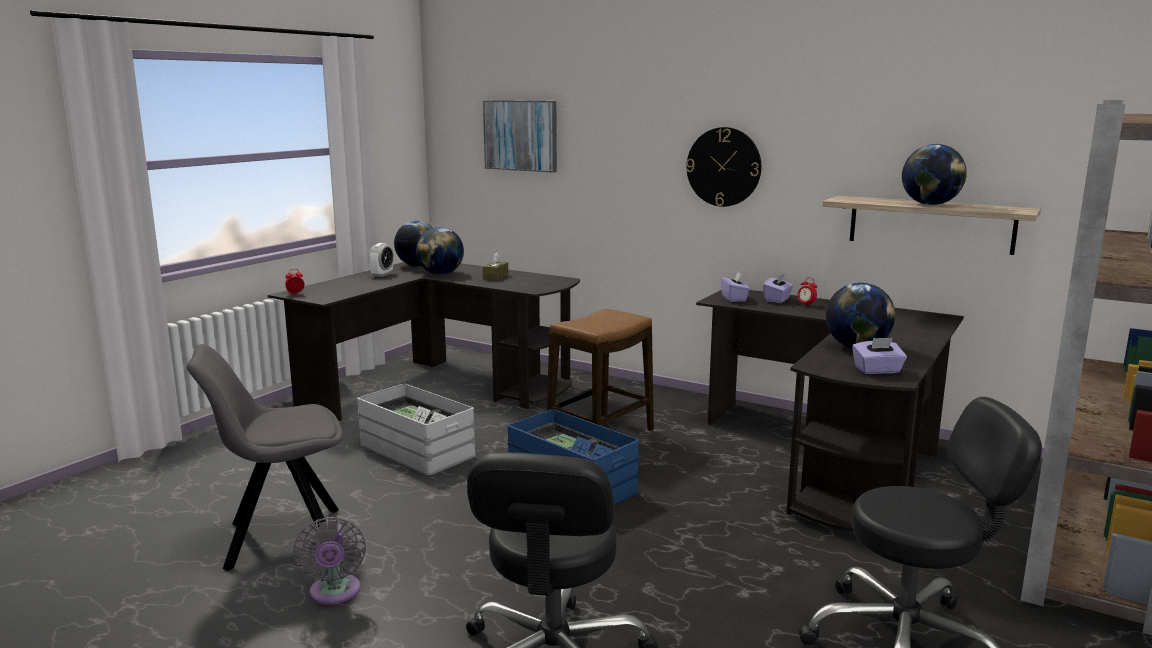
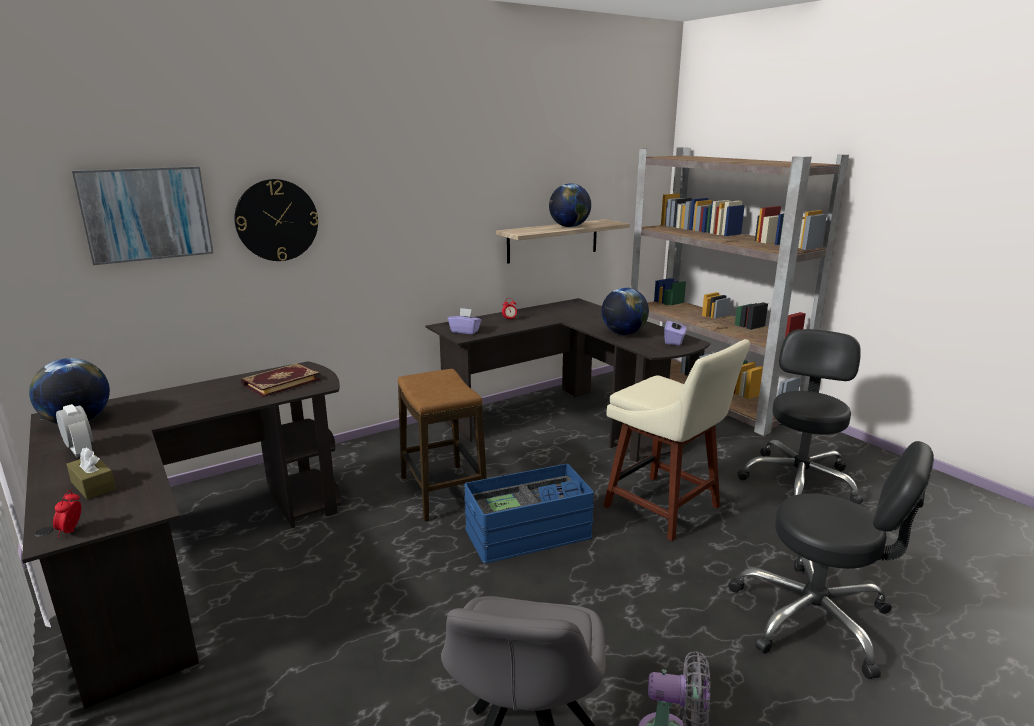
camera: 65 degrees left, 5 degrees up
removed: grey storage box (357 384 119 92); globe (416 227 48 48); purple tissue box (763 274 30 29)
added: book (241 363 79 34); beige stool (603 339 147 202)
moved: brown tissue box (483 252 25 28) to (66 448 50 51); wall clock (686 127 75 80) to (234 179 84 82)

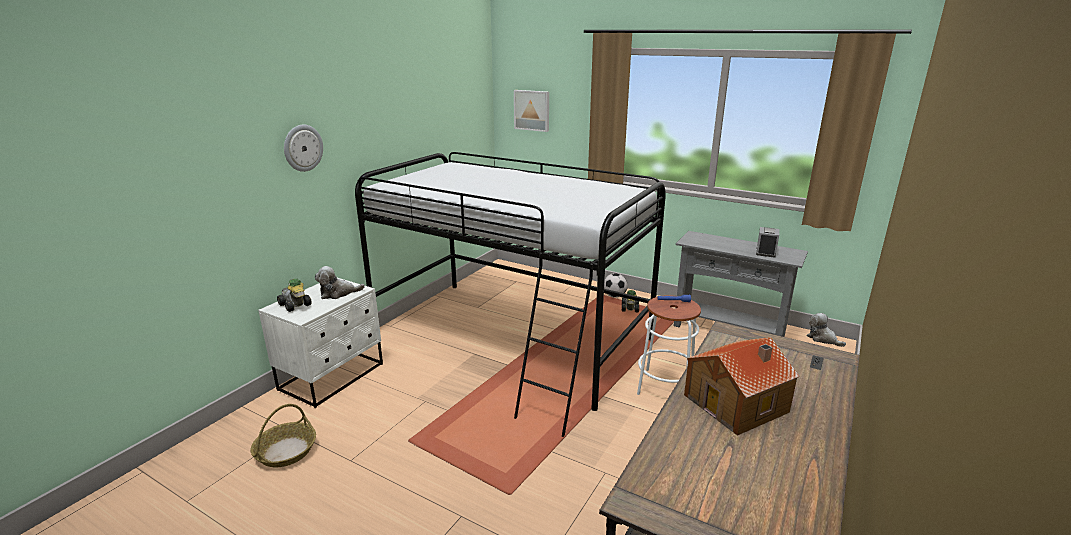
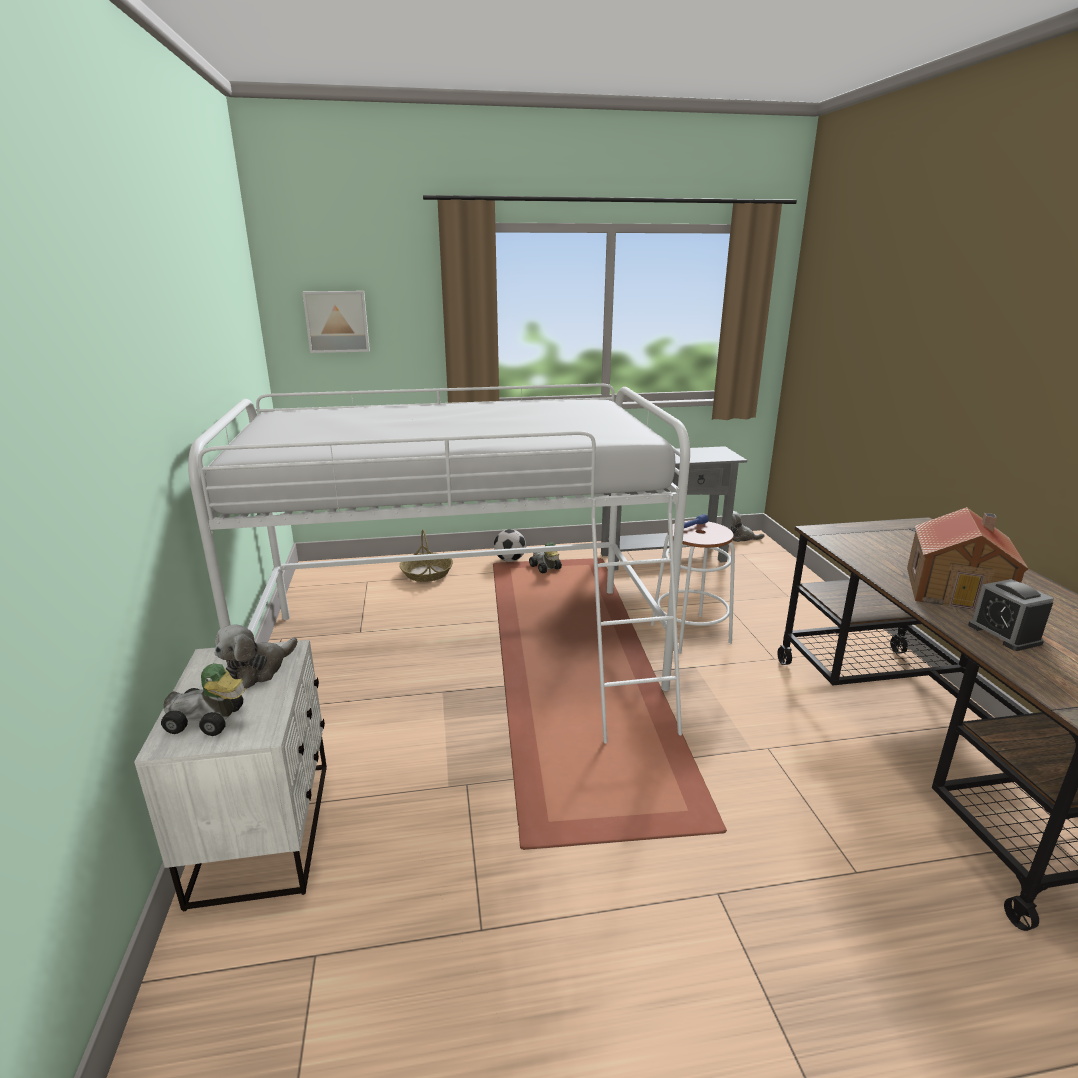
camera: 40 degrees left, 0 degrees up
removed: wall clock (284 125 39 47)
moved: basket (251 404 65 63) to (399 530 54 52); alarm clock (756 227 23 30) to (968 579 86 72)
recoloured: black bed (355 152 311 285) to white bed (188 384 502 360)

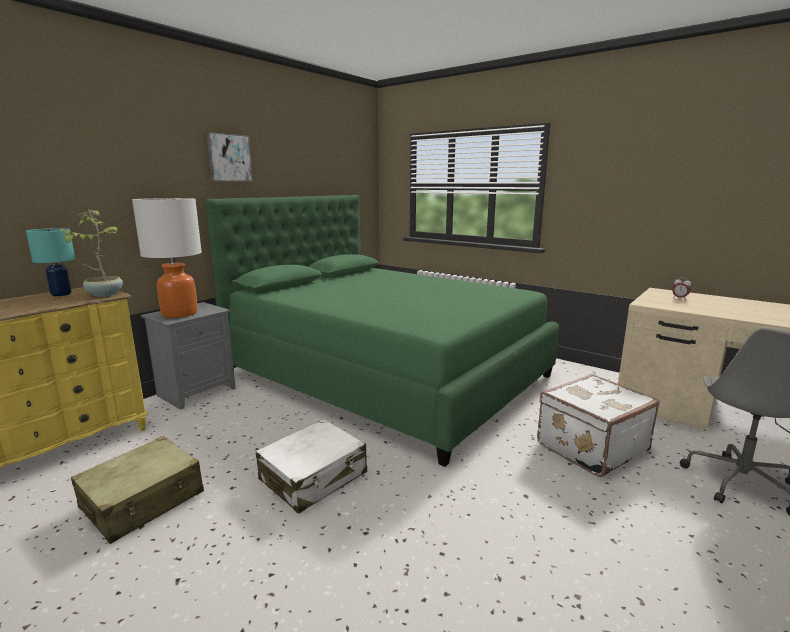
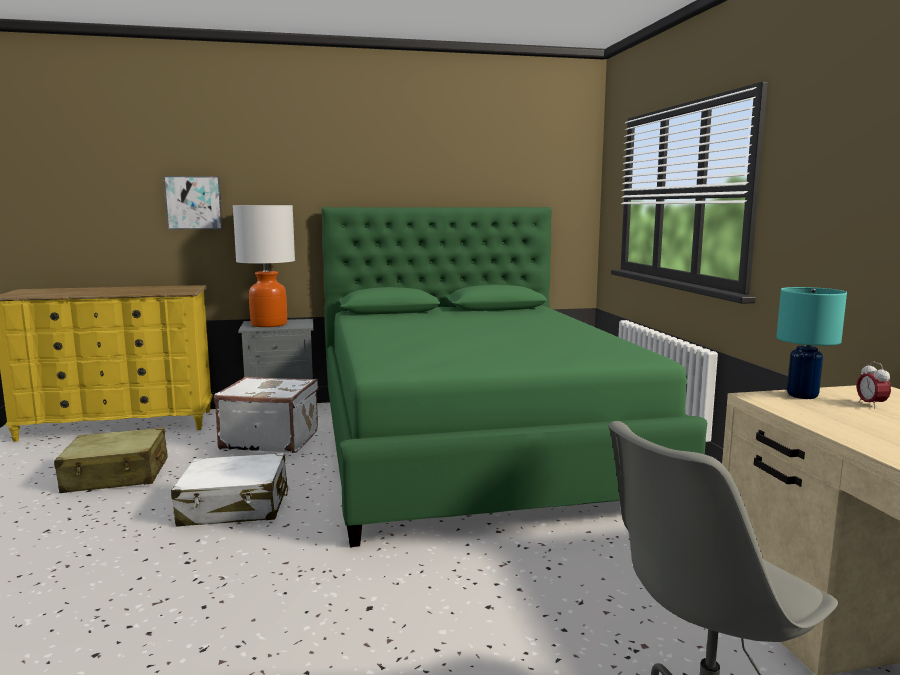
camera: 40 degrees right, 5 degrees down
removed: potted plant (58 208 65 89)
moved: turquoise table lamp (26 228 49 68) to (776 287 71 112); picture (206 132 47 49) to (163 176 60 53); white suitcase (537 374 123 103) to (214 377 104 76)

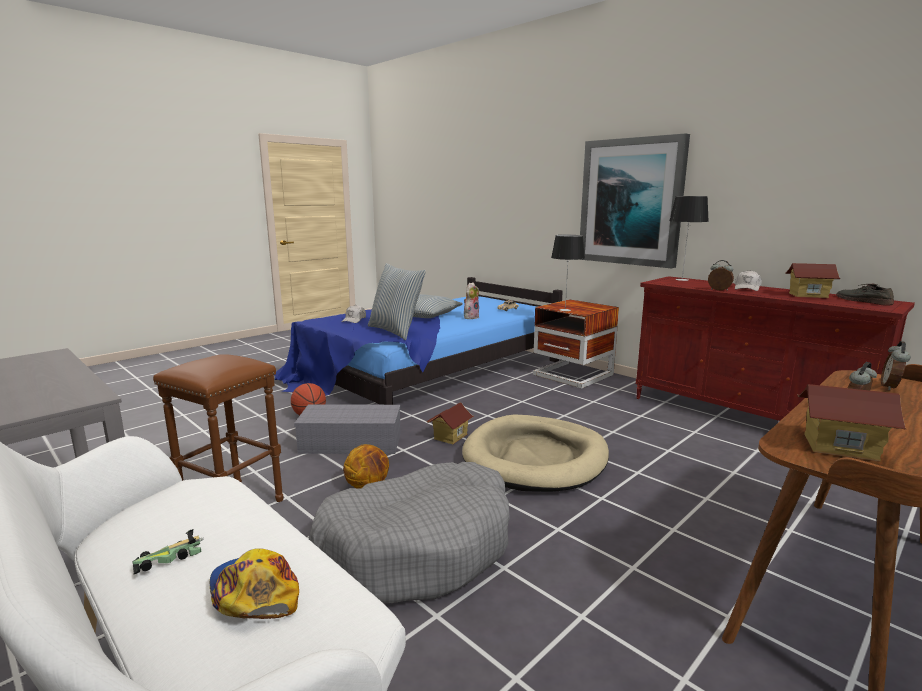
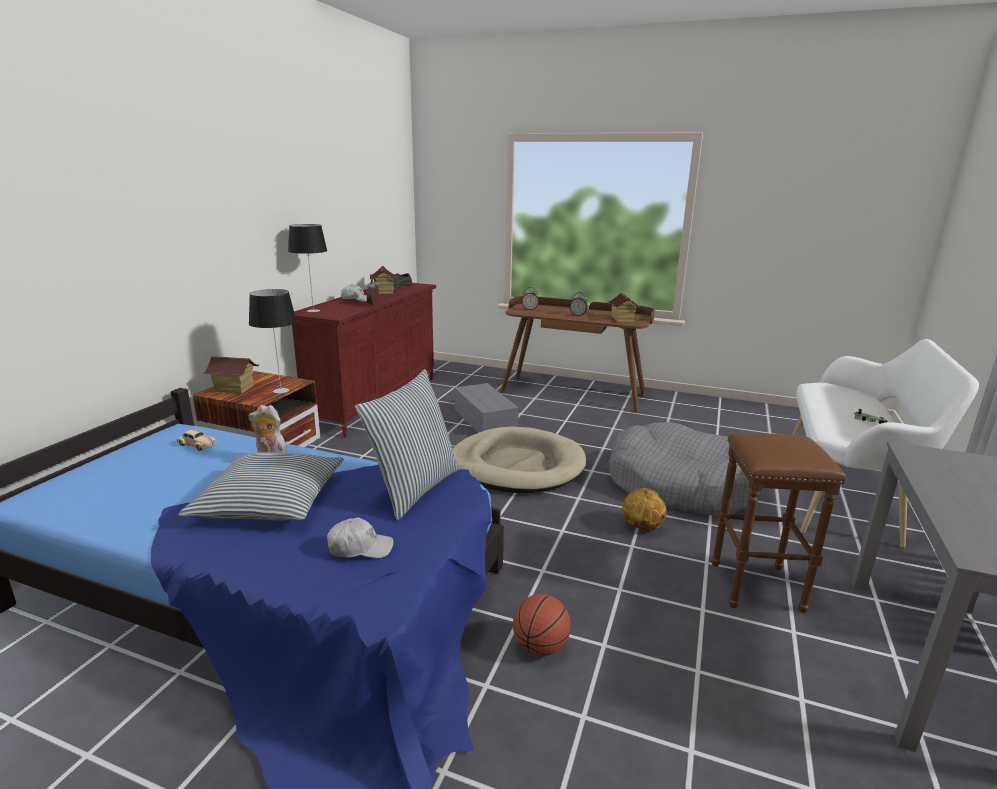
camera: 115 degrees left, 5 degrees up
removed: cap (210 548 89 71); picture (579 133 111 135)
moved: grey storage box (294 404 107 50) to (454 383 65 50); toy house (426 402 48 42) to (203 356 56 37)

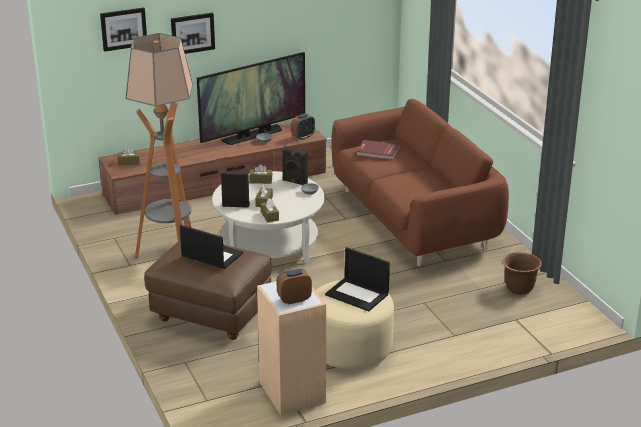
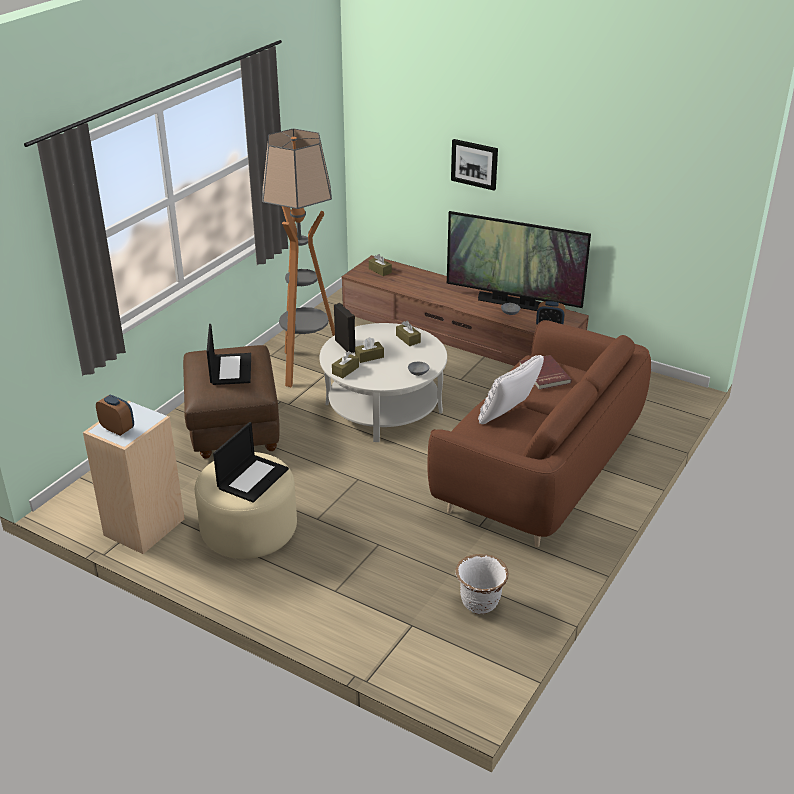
camera: 55 degrees right, 5 degrees up
removed: picture (100 8 47 44); black speaker (282 146 26 39)
added: white pillow (478 355 66 69)
recoloured: brown planter (502 252 40 43) to white planter (455 554 54 60)
turned: laptop (325 247 65 64) = (213 422 76 81) 150 degrees counterclockwise

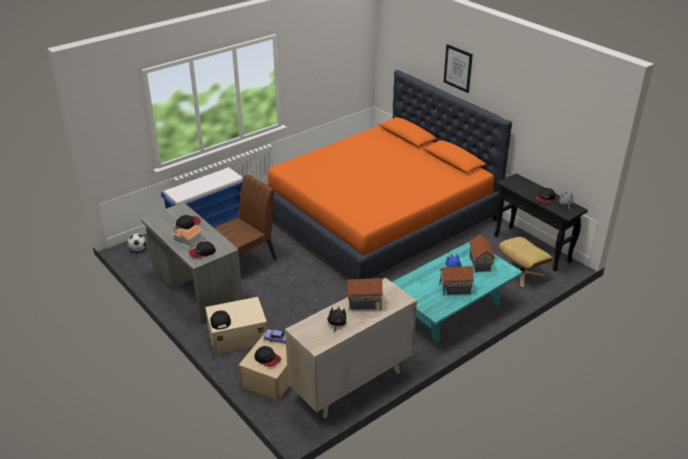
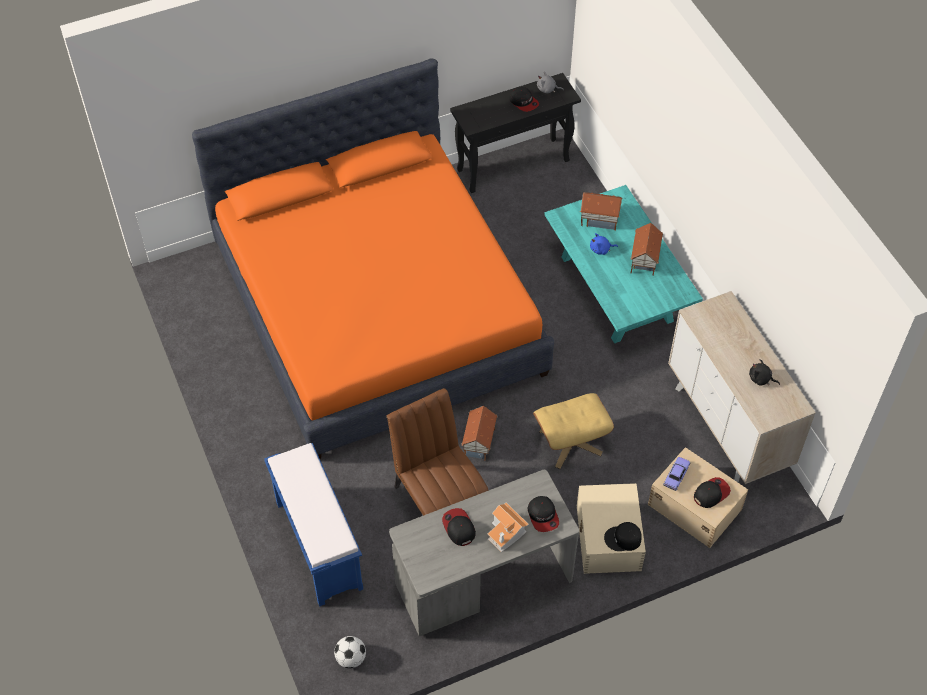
camera: 75 degrees left, 20 degrees up
removed: picture (443 44 30 49)
moved: toy house (346 278 37 32) to (461 406 37 54); beige ottoman (499 237 54 51) to (533 393 81 76)

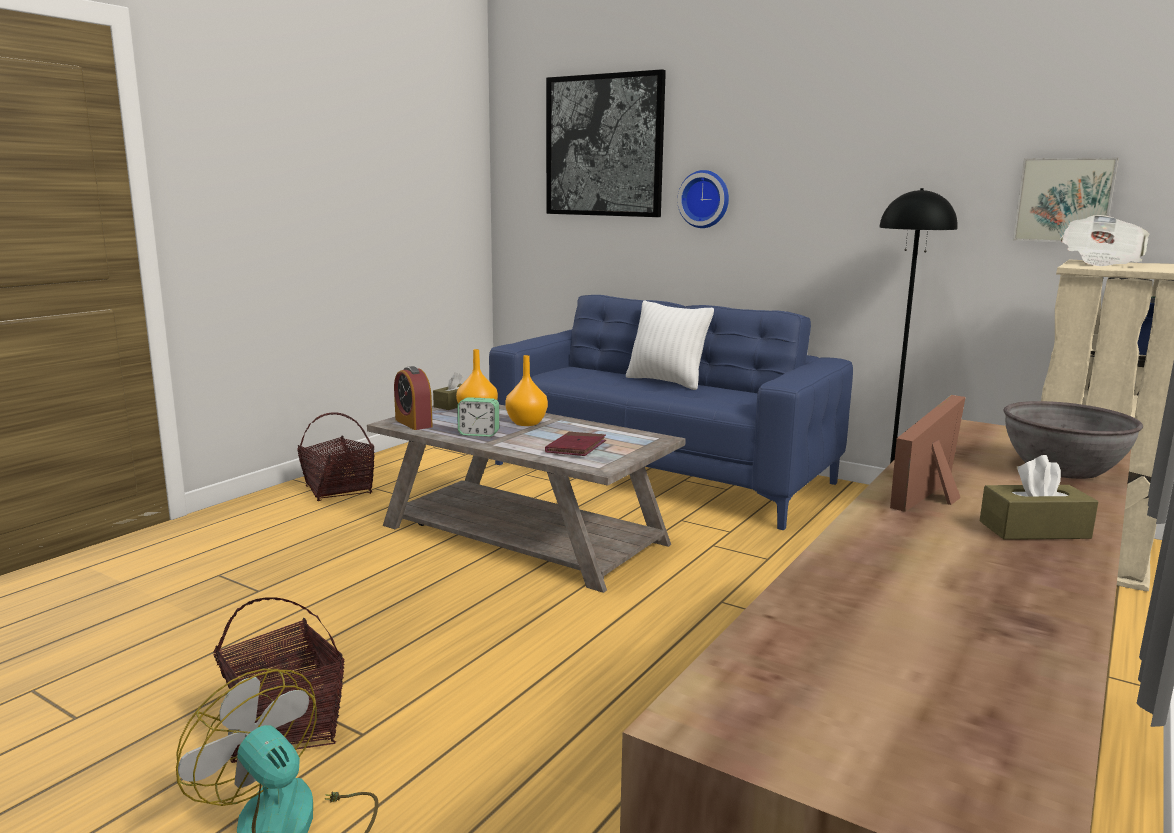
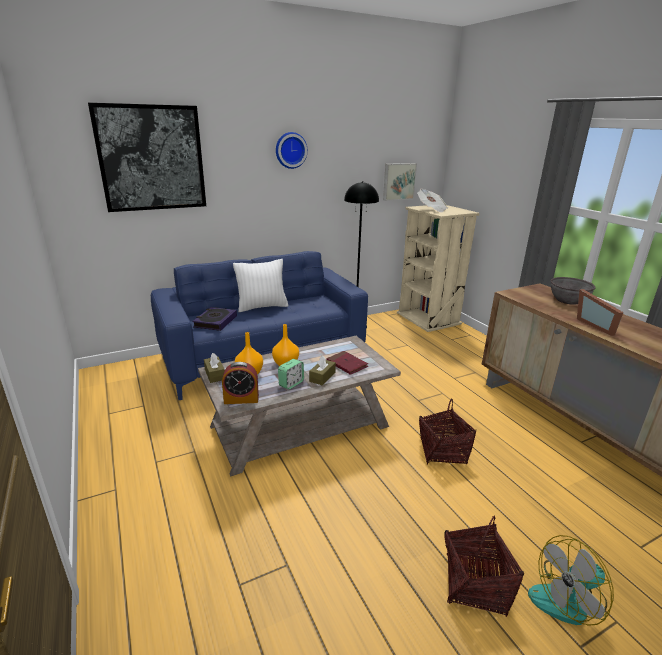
camera: 60 degrees left, 10 degrees up
added: book (193 307 44 24)
moved: basket (297 412 77 89) to (419 398 57 67); wall clock (677 170 52 58) to (276 132 32 37); brown tissue box (980 455 118 85) to (309 356 27 29)

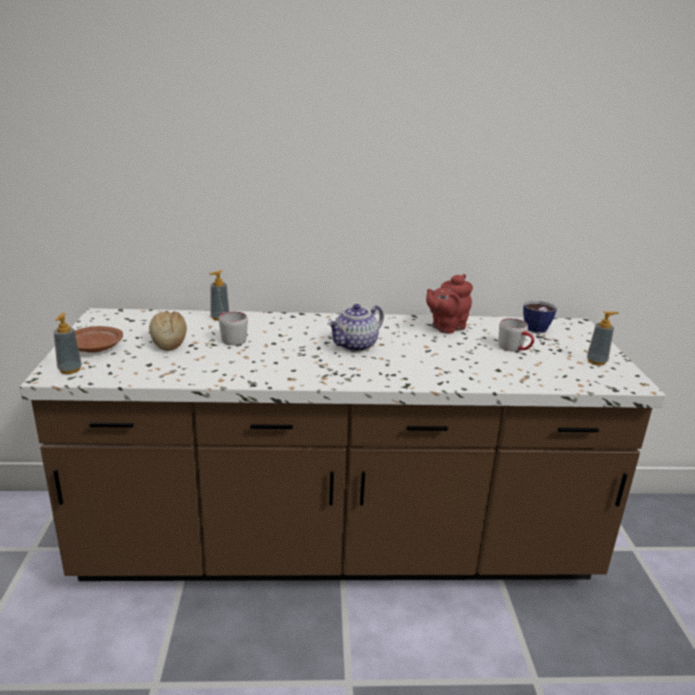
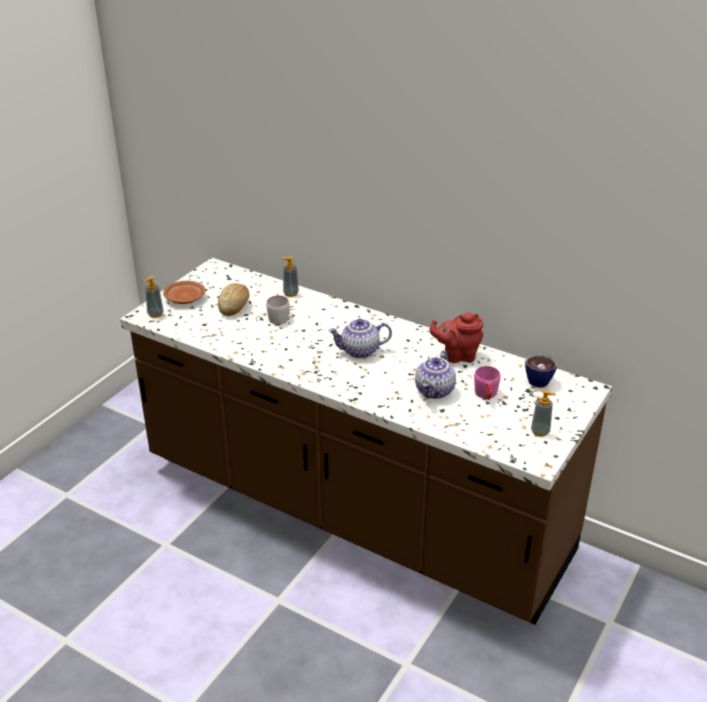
camera: 35 degrees right, 10 degrees up
added: teapot (415 350 41 49)
recoloured: grey mug (498 318 36 34) to pink mug (474 366 27 34)

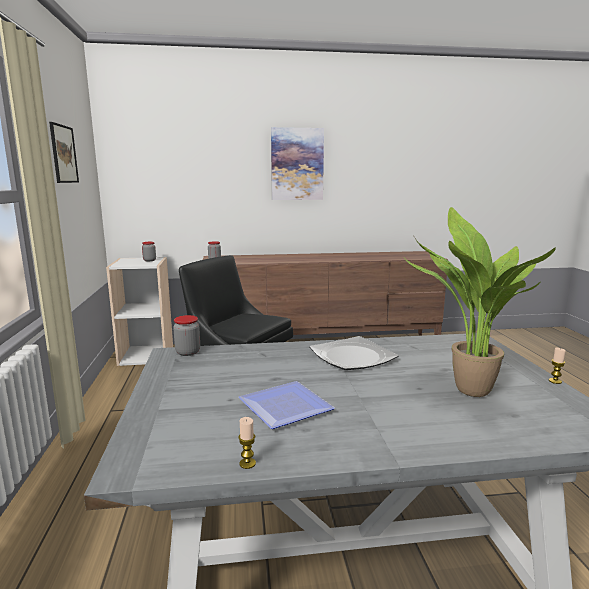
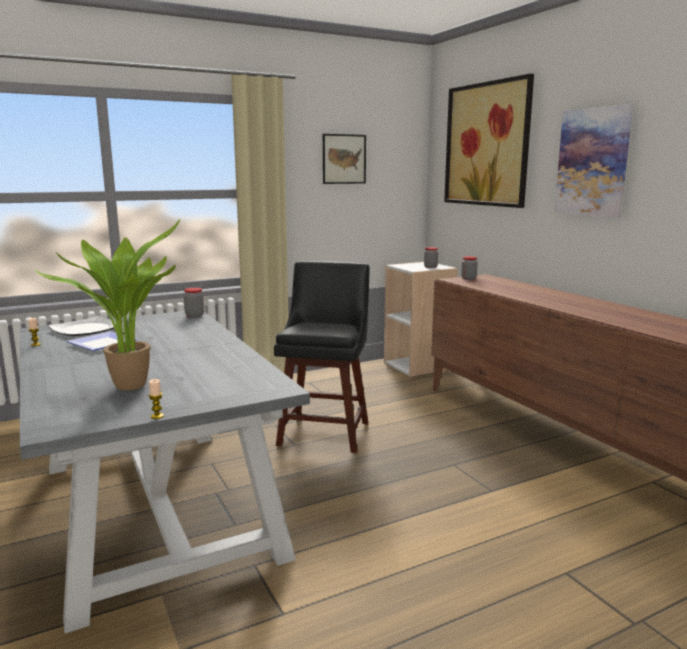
camera: 70 degrees right, 0 degrees up
added: picture (444 73 90 135)
moved: plate (309 336 90 34) to (48 316 75 20)

